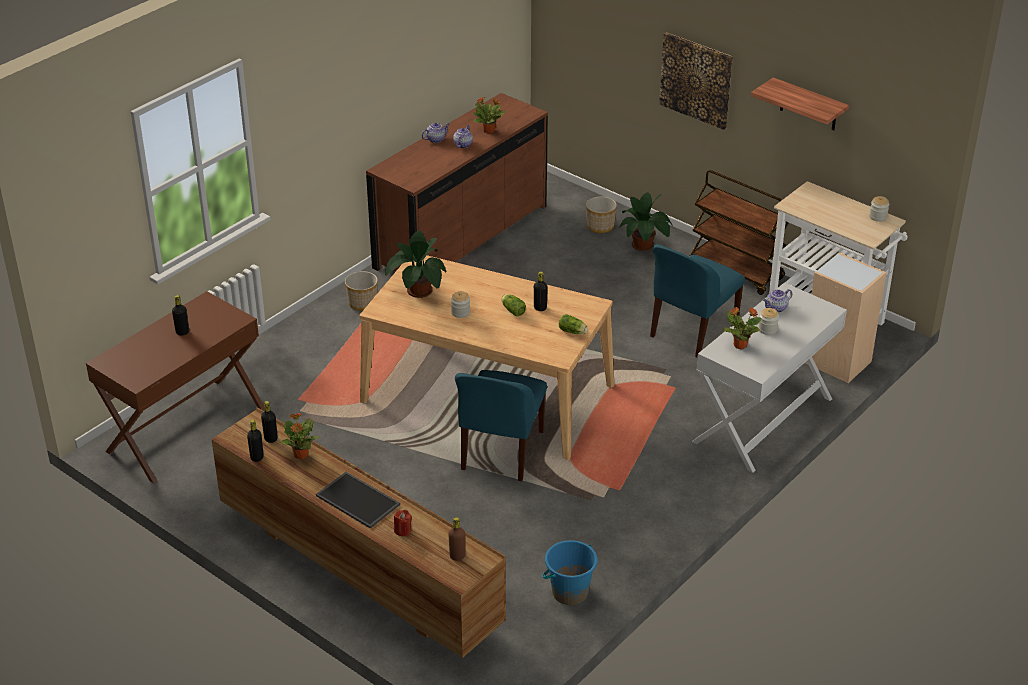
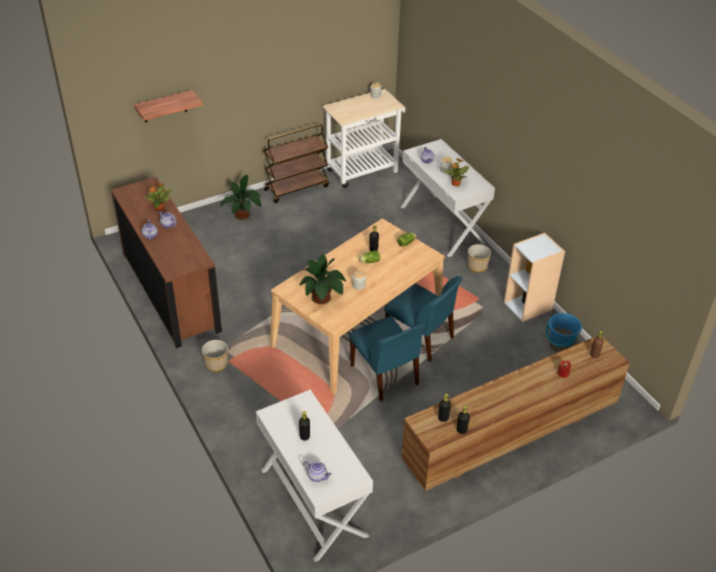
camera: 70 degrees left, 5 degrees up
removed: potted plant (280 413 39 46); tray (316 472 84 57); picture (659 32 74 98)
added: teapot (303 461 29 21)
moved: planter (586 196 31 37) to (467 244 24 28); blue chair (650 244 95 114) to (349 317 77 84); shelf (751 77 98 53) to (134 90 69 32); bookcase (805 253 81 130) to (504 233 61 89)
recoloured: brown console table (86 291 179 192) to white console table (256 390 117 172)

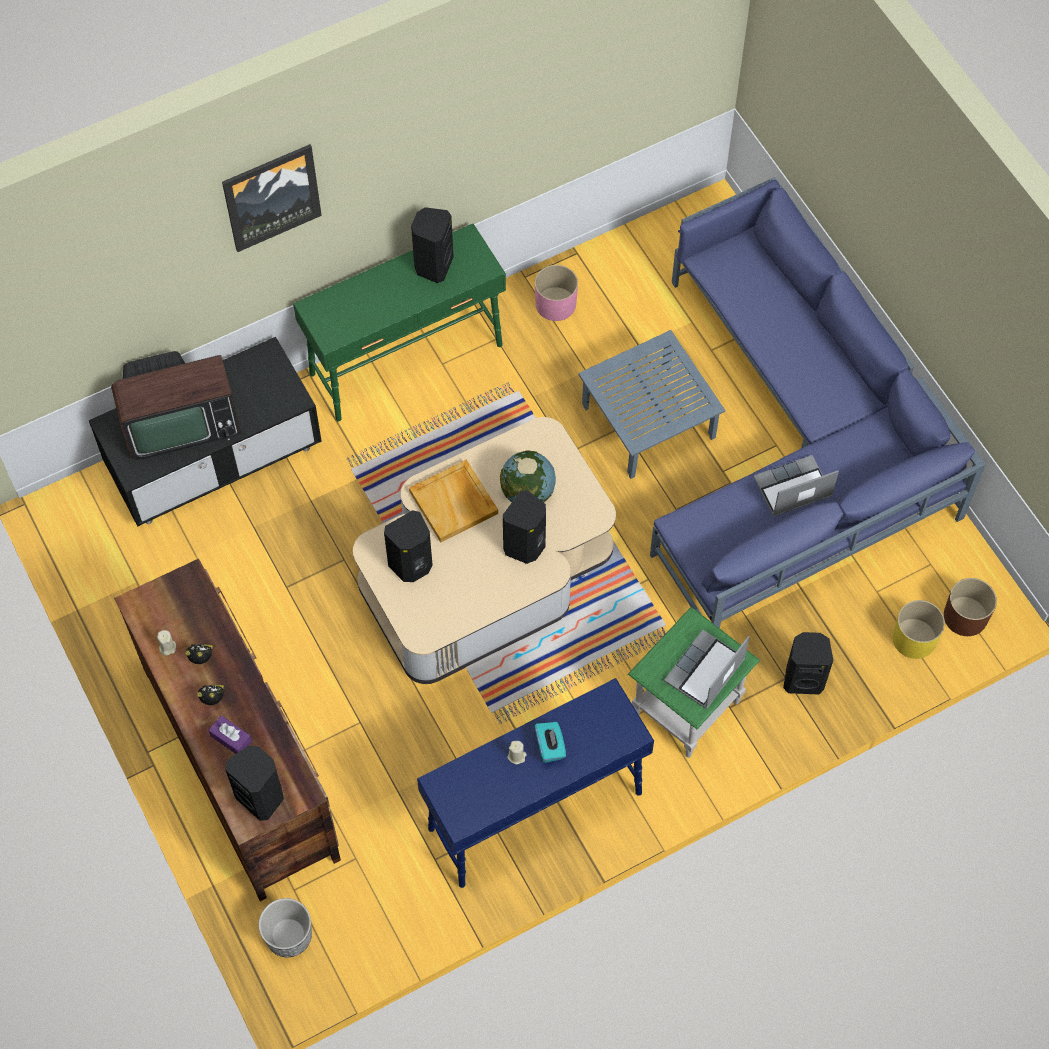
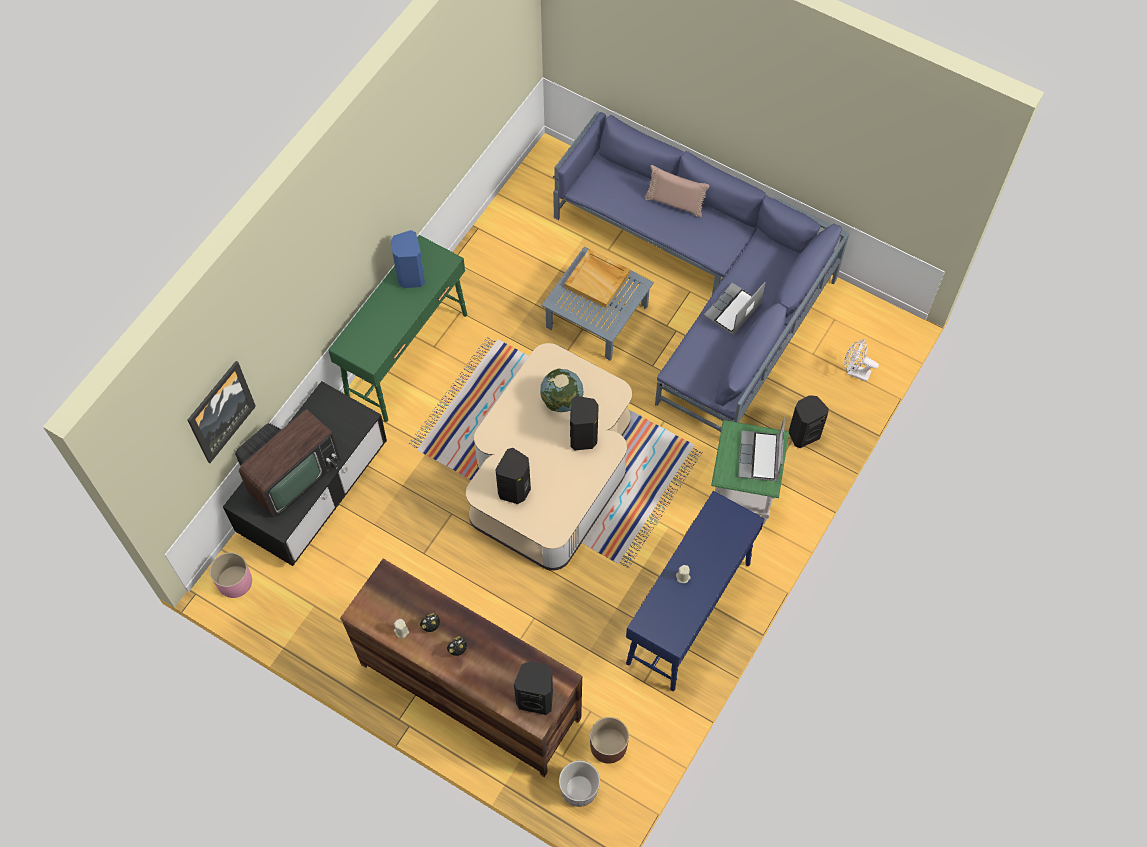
camera: 30 degrees left, 0 degrees up
removed: purple tissue box (209 715 43 39); turquoise tissue box (535 722 31 41)
added: beige pillow (644 165 66 52)
moved: picture (222 144 100 108) to (188 361 68 102); beige tray (409 459 89 84) to (565 249 65 59); pink planter (535 265 43 56) to (210 552 42 46); brown planter (944 578 53 58) to (590 717 39 47)
replaced: yellow planter (892 600 53 59) to white fan (844 339 35 43)
recoloured: black speaker (411 207 43 76) to blue speaker (390 230 35 58)

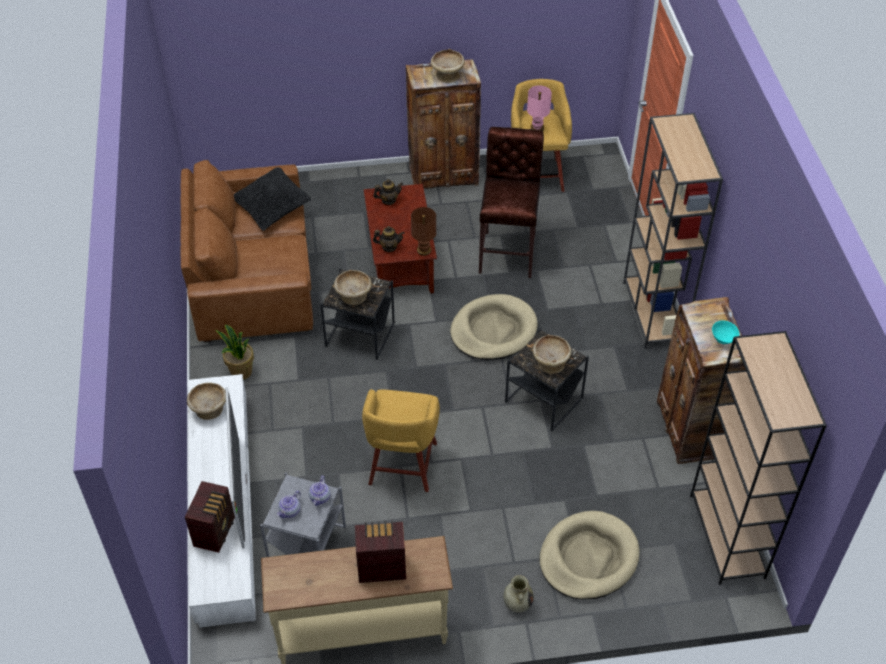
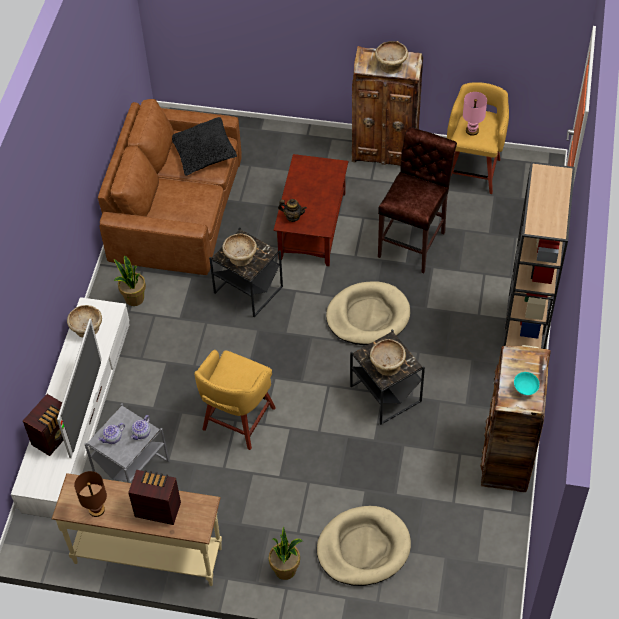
camera: 20 degrees right, 5 degrees up
removed: teapot (373 179 30 26); beige bookcase (690 331 137 254)
moved: brown table lamp (411 207 25 49) to (74 471 33 46)
replaced: beige vase (503 575 31 37) to potted plant (269 526 34 54)

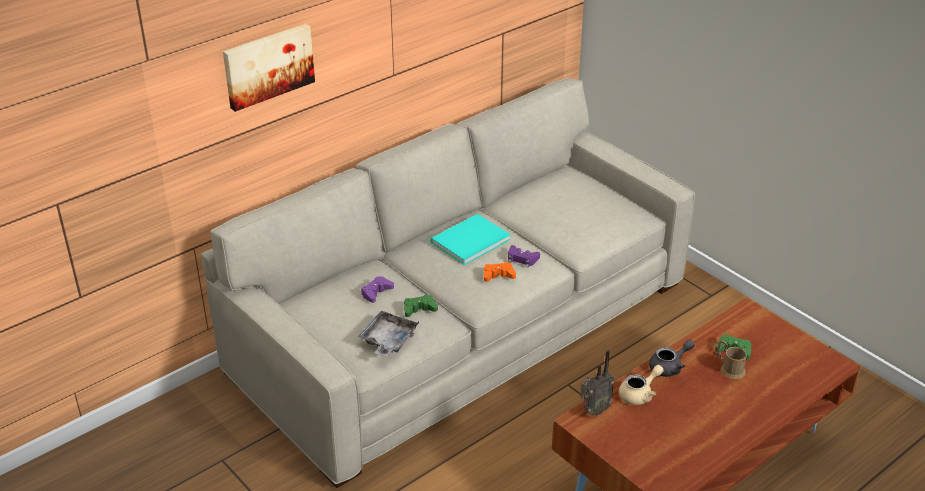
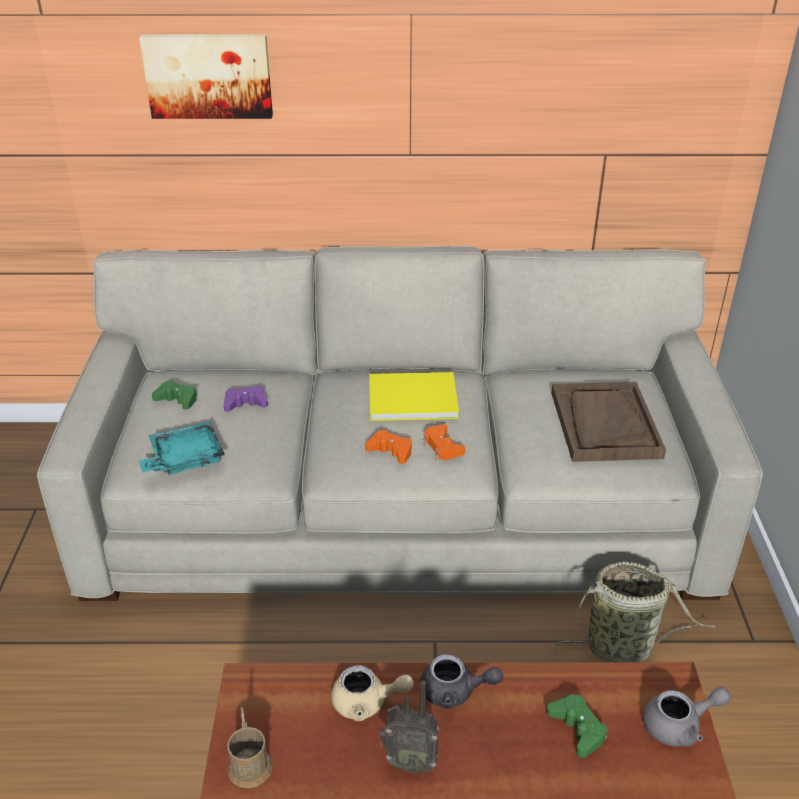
camera: 40 degrees right, 0 degrees up
added: brown tray (551 382 115 80); basket (553 561 164 102); grey teapot (643 687 88 60)
moved: green game controller (404 294 34 23) to (152 380 45 29); radio (580 350 34 65) to (380 680 59 94); brown mug (716 341 31 38) to (227 707 46 81)
recoloured: grey tray (358 311 61 46) to turquoise tray (139 422 86 53); turquoise book (430 214 81 51) to yellow book (369 372 90 49); purple game controller (508 245 32 23) to orange game controller (423 424 42 36)

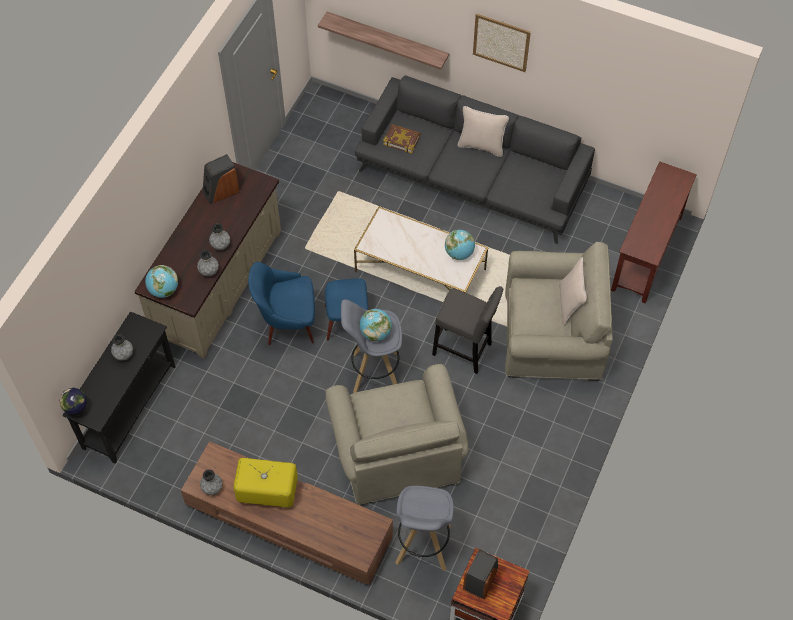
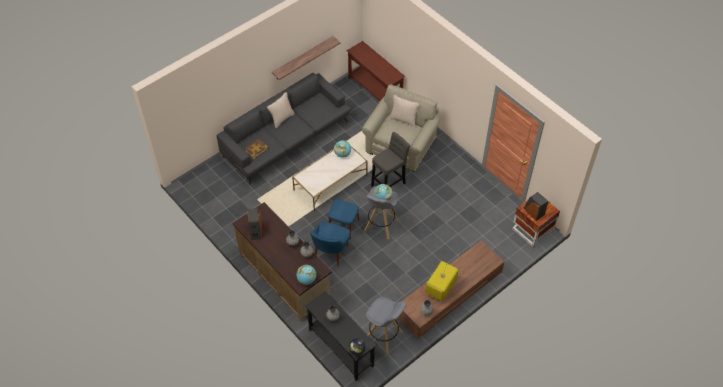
camera: 65 degrees left, 5 degrees down
removed: beige armchair (326 364 142 141); picture (473 14 58 58)
moved: shelf (318 12 131 58) to (272 36 68 44); grey stool (395 486 59 85) to (366 297 40 57)

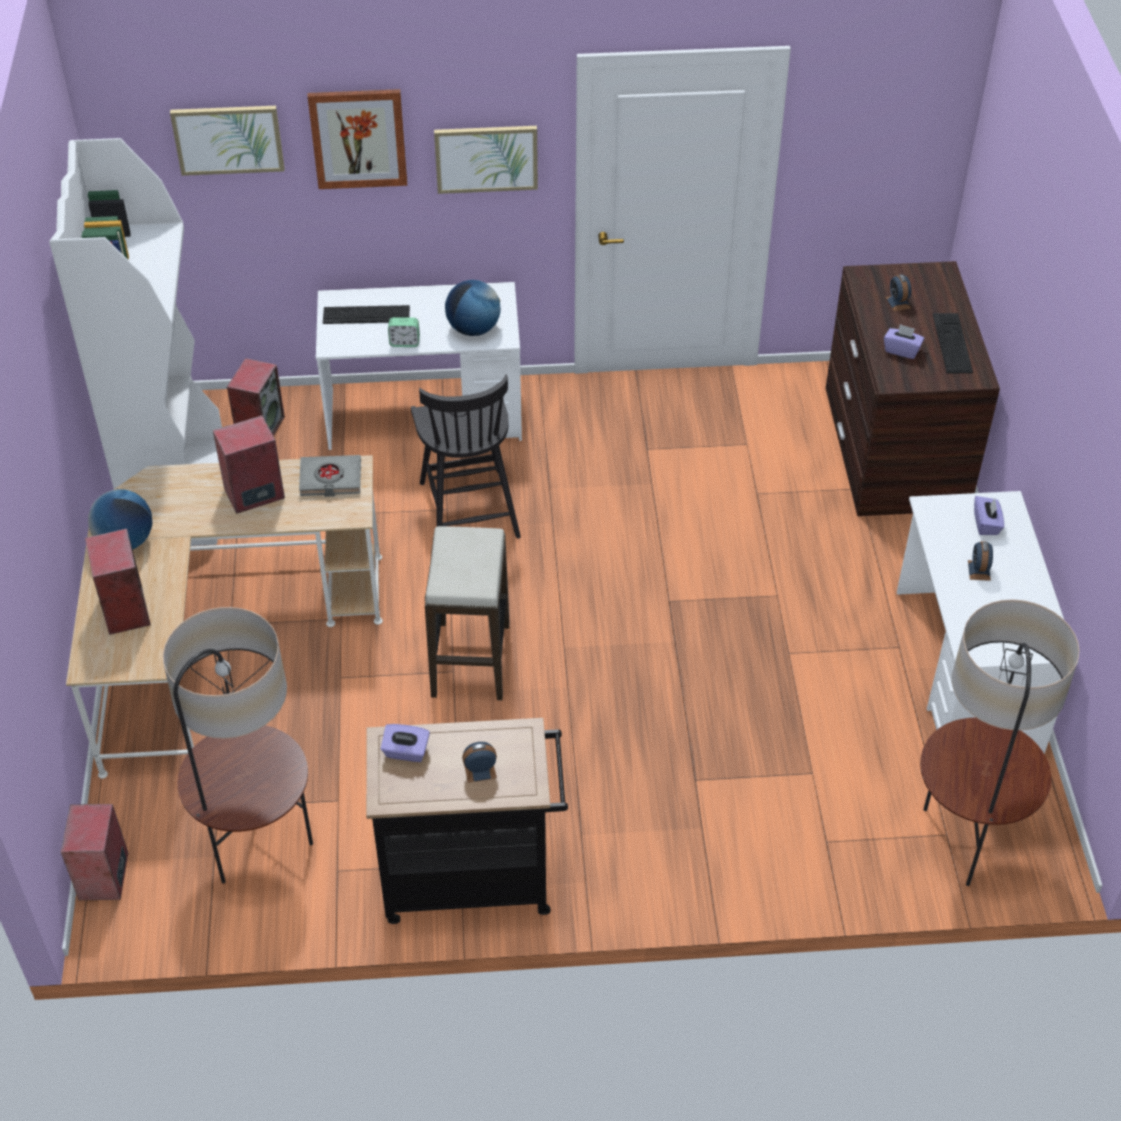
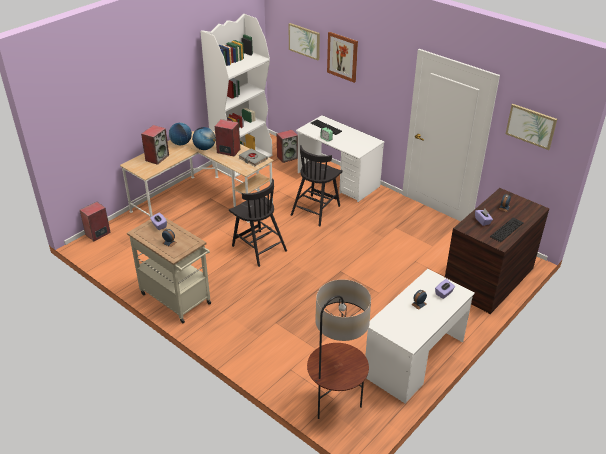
camera: 45 degrees right, 10 degrees down
removed: floor lamp (163 607 150 276)
moved: picture (434 126 104 68) to (506 104 51 46); globe (445 280 56 56) to (192 127 24 23)
replaced: stool (424 526 86 174) to black chair (229 179 58 88)
recoloured: black cart (366 718 202 206) to beige cart (127 217 84 106)

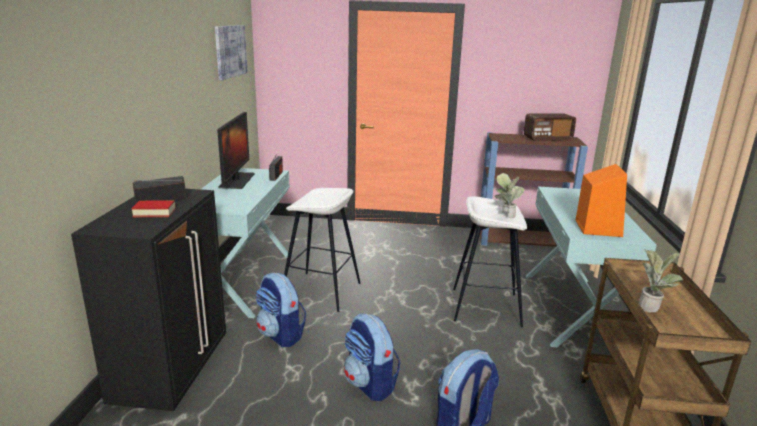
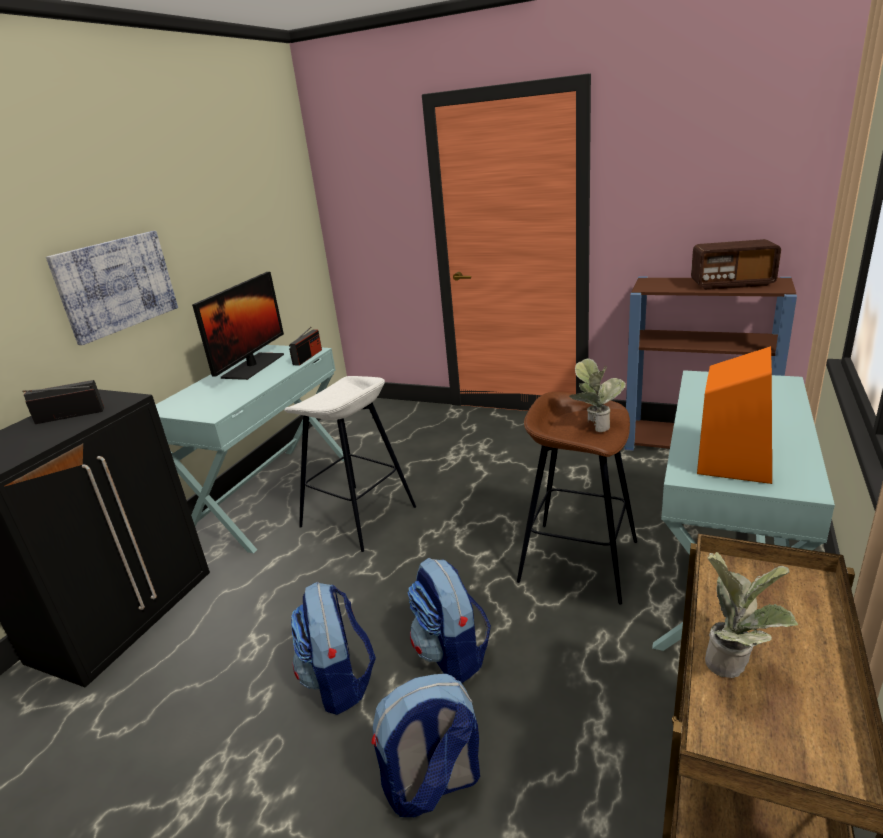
camera: 20 degrees right, 5 degrees up
removed: book (131 201 45 16)
moved: picture (215 25 33 55) to (46 231 132 114); backpack (256 273 50 74) to (407 557 84 126)
recoloured: white stool (453 196 74 131) to brown stool (517 392 120 212)

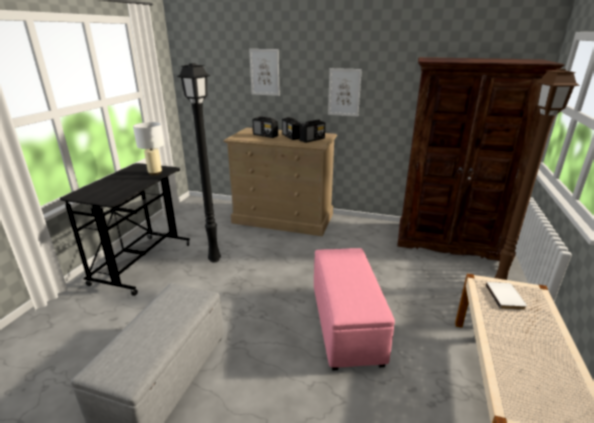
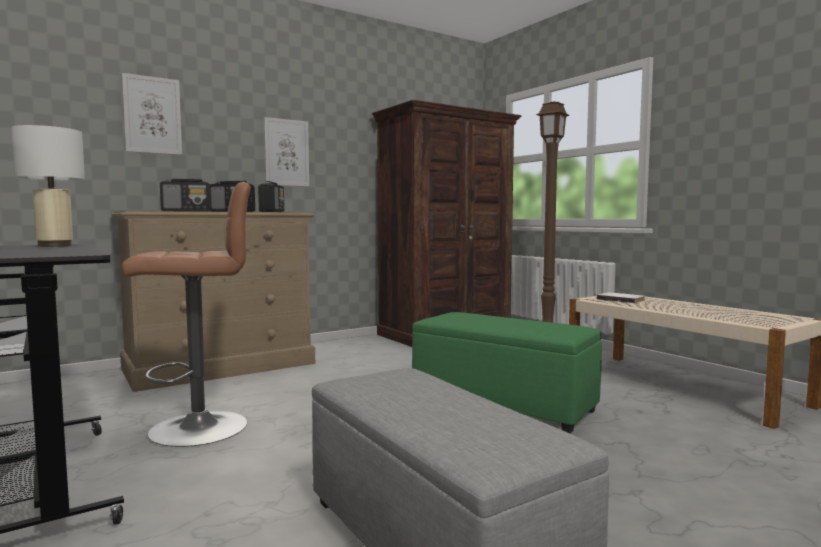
camera: 50 degrees left, 20 degrees down
replaced: black floor lamp (177 63 44 200) to brown stool (122 182 129 265)
recoloured: pink ottoman (314 248 81 123) to green ottoman (412 312 190 121)

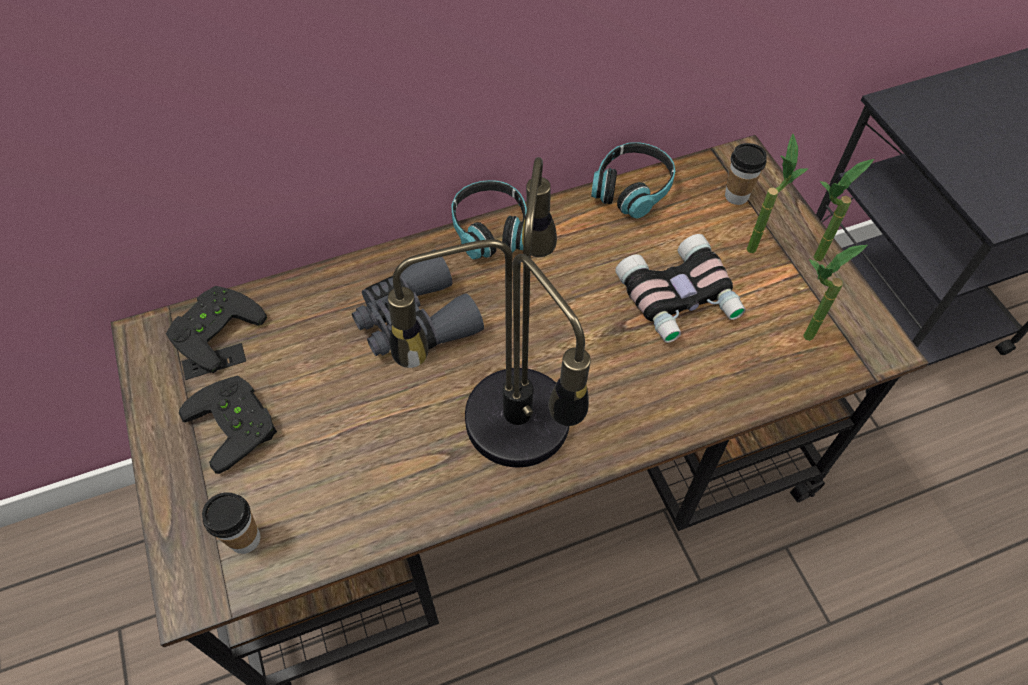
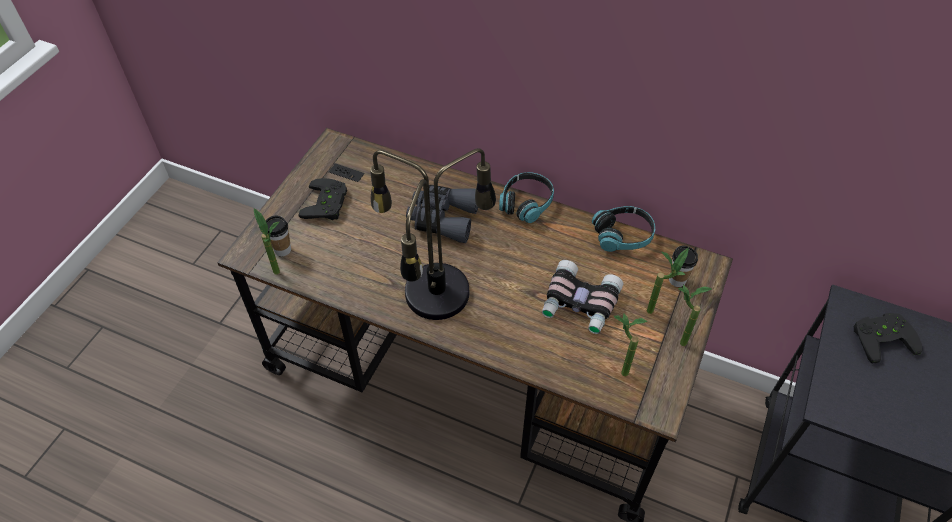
camera: 45 degrees right, 5 degrees down
added: potted plant (254 208 26 66)
moved: black game controller (166 286 101 87) to (854 313 68 50)

